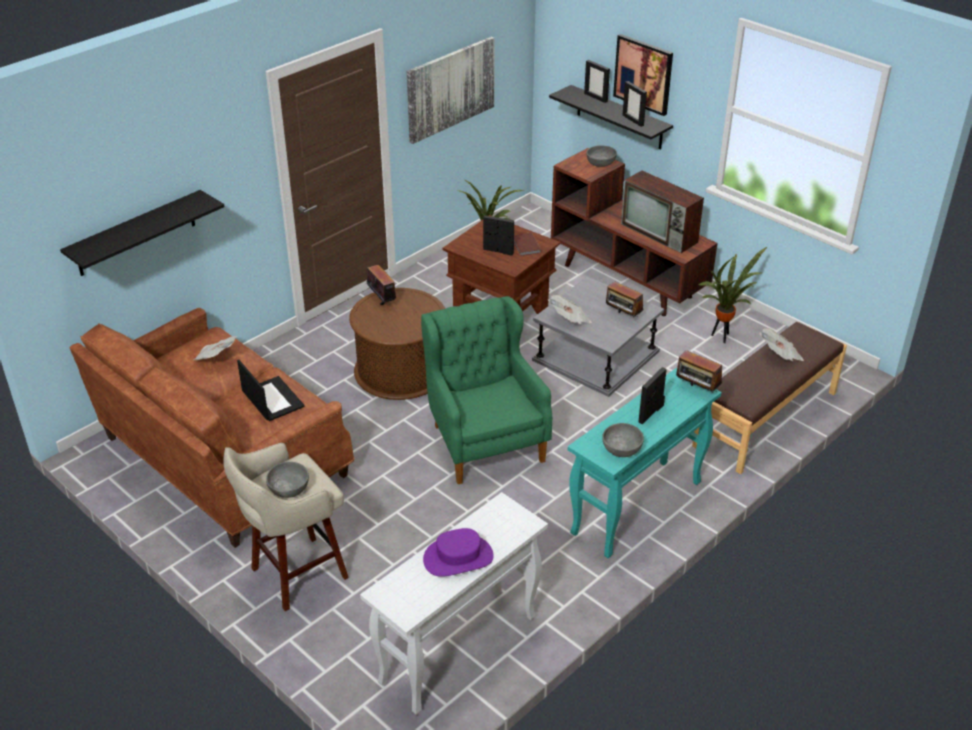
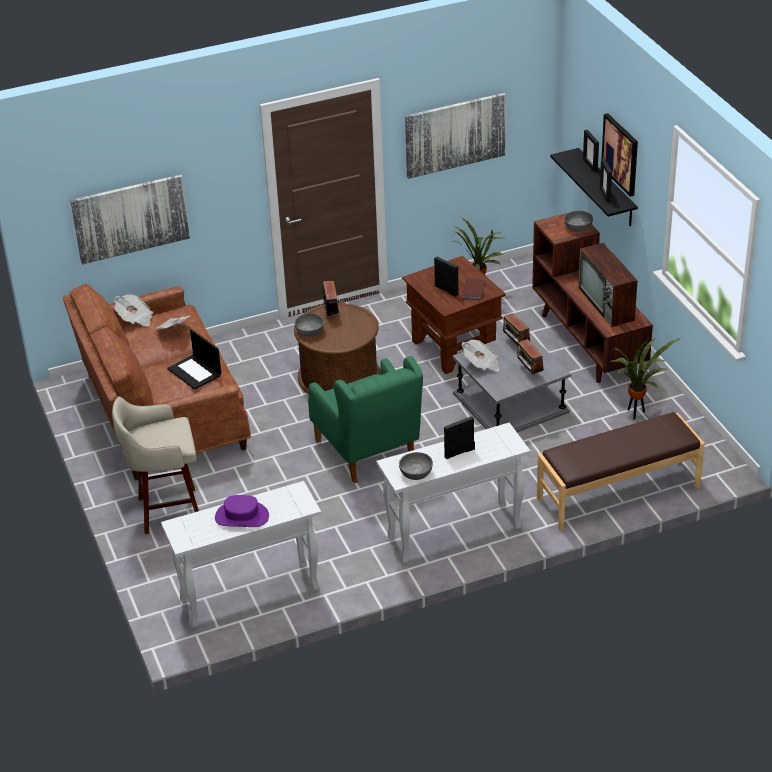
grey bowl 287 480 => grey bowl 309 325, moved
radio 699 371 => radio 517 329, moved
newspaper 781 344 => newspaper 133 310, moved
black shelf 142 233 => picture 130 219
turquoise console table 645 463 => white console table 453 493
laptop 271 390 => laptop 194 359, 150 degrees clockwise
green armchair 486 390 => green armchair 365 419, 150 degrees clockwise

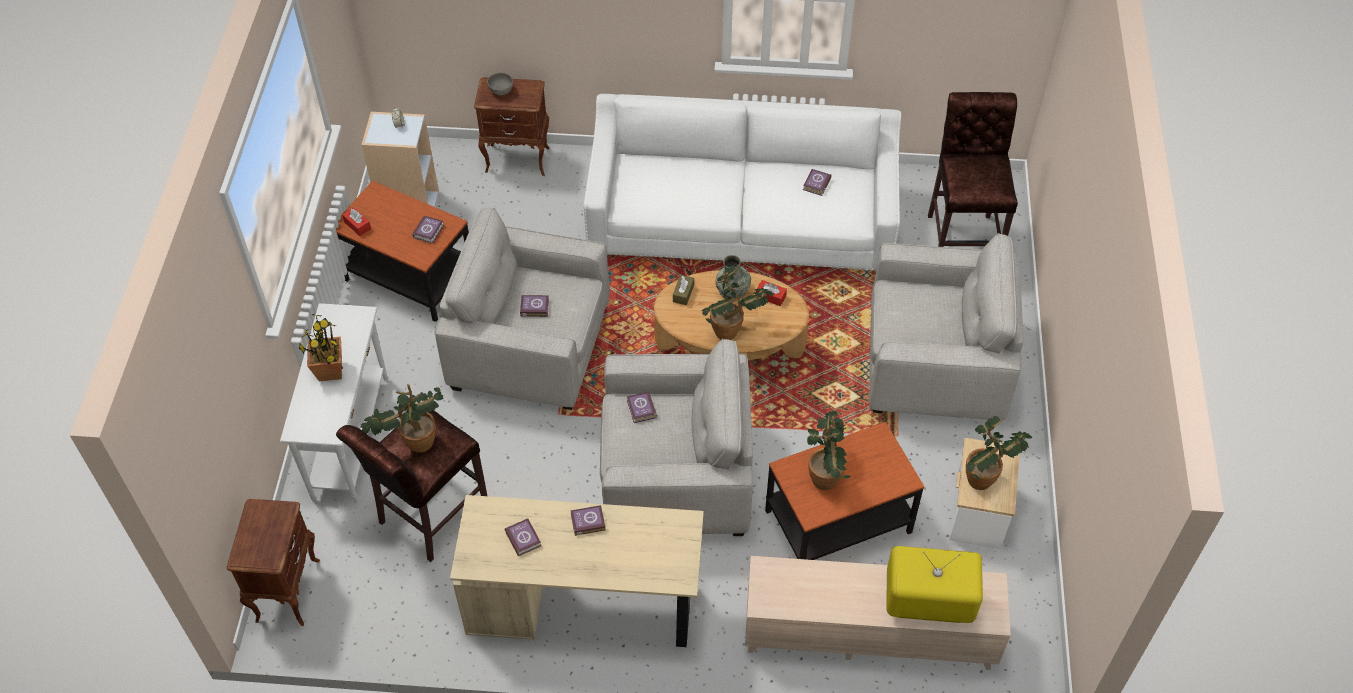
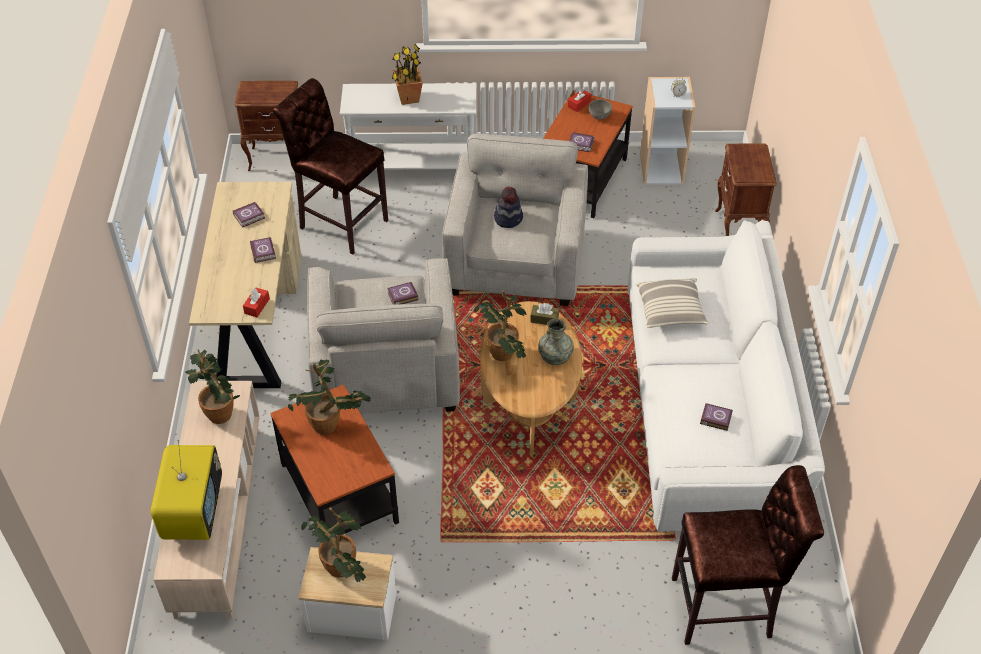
grey armchair 946 326 => nothing
nothing => pillow 672 303
potted plant 402 418 => potted plant 212 386, moved
grey bowl 500 83 => grey bowl 600 109, moved
red tissue box 771 293 => red tissue box 256 302, moved
book 534 306 => hat 508 207

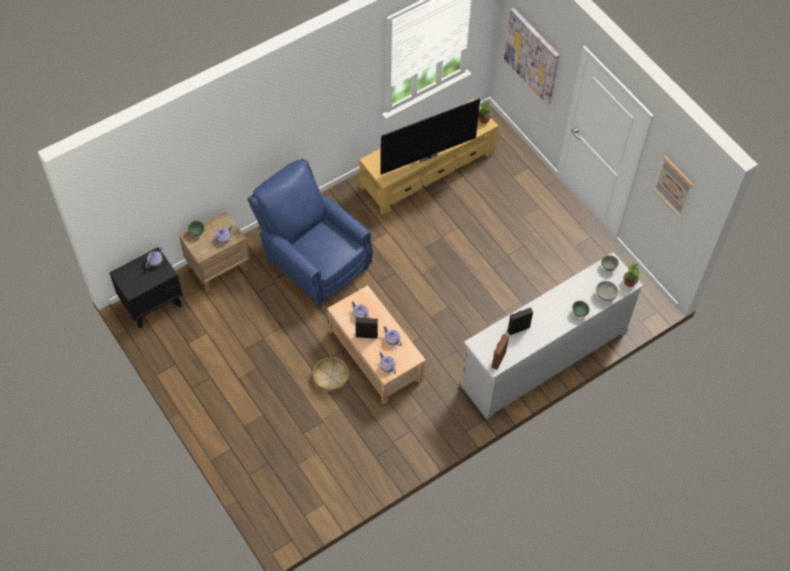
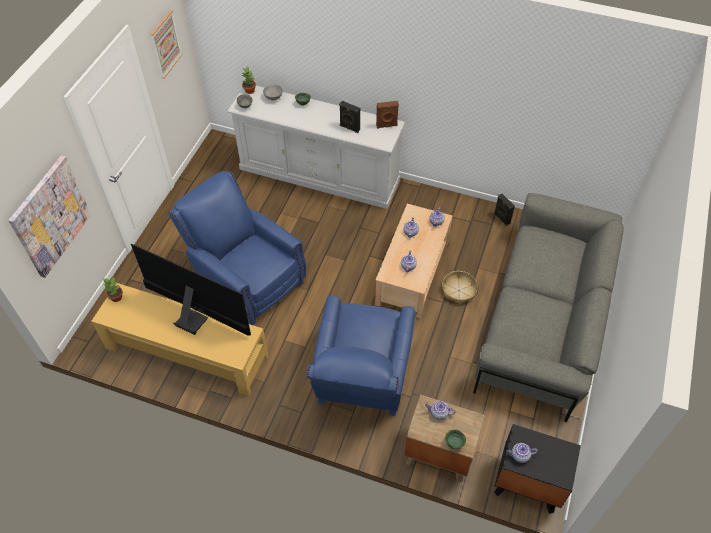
nothing => blue armchair 237 248
nothing => grey sofa 548 307
black speaker 366 328 => black speaker 504 210, moved

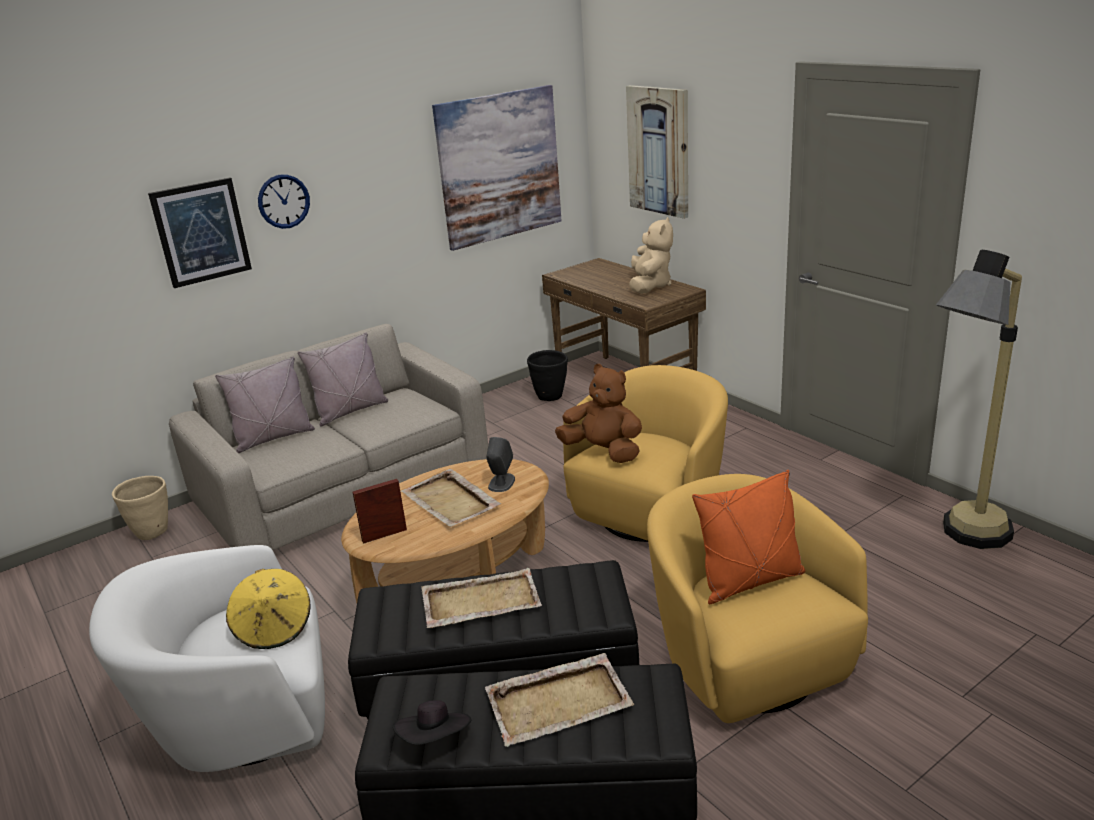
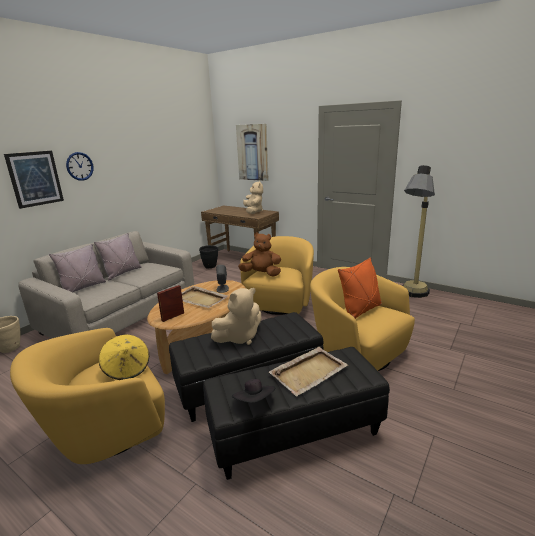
picture 497 168 => nothing
beige tray 481 598 => beige plush toy 236 316
white armchair 207 658 => yellow armchair 87 396

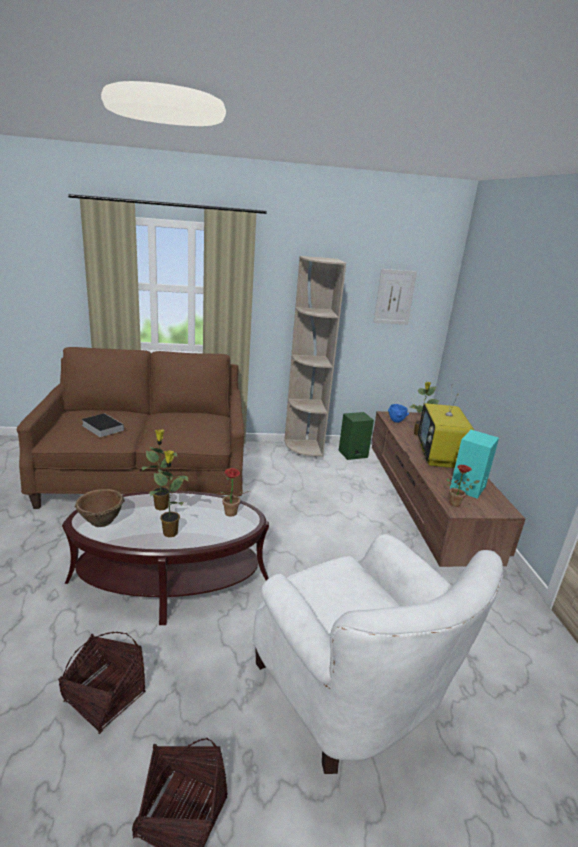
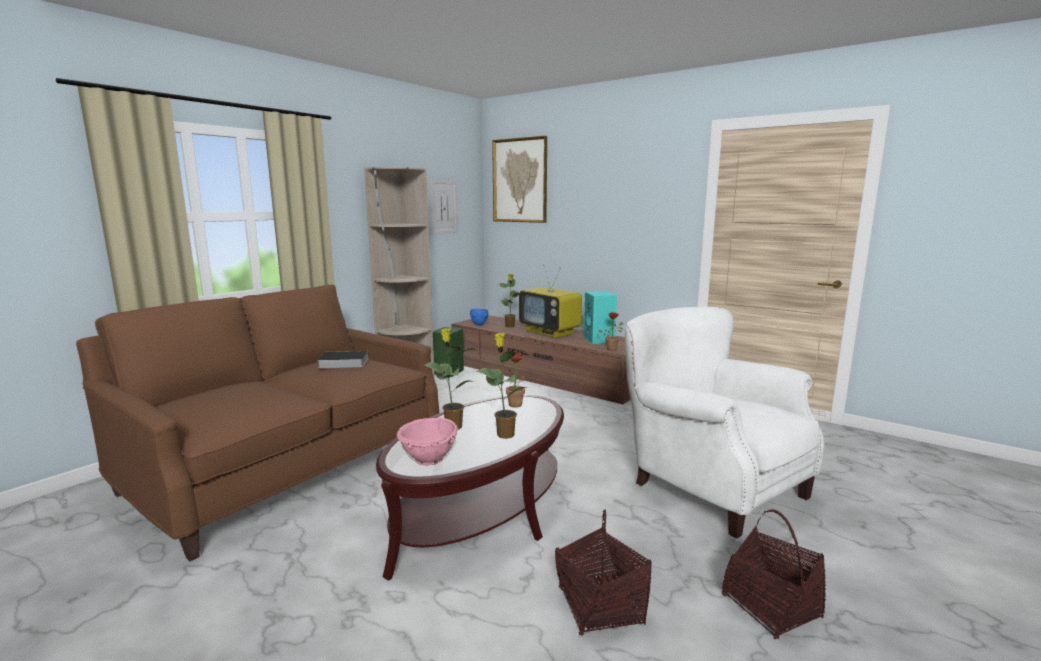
nothing => picture 519 179
book 102 425 => book 342 359, moved
brown bowl 100 508 => pink bowl 427 441
white armchair 377 654 => white armchair 724 423, 135 degrees counterclockwise

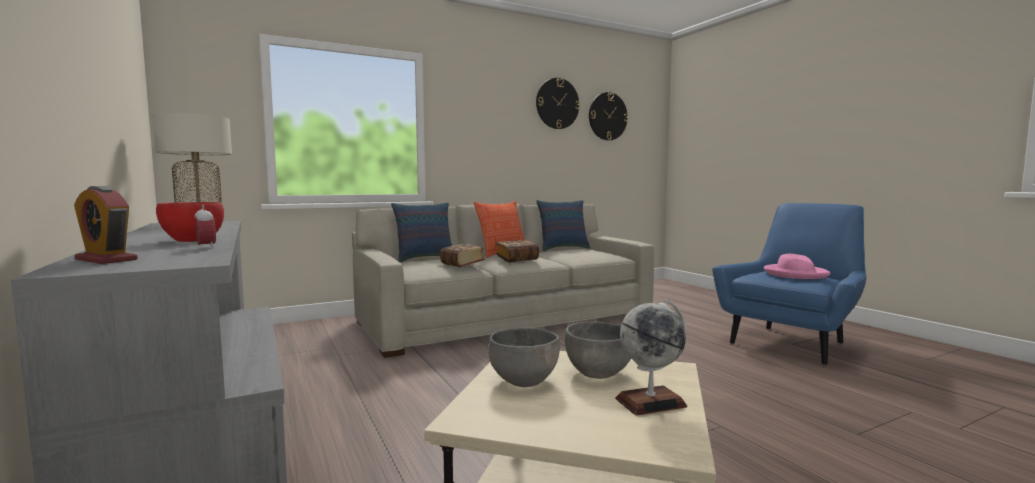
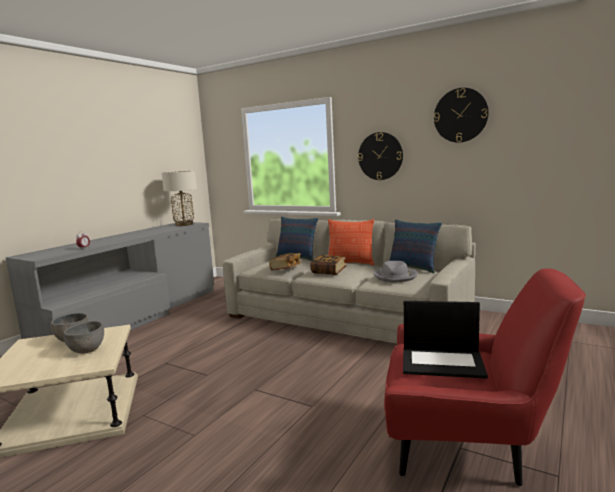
alarm clock 106 225 => nothing
red bowl 190 222 => nothing
globe 651 357 => nothing
nothing => grey hat 395 272
wall clock 608 116 => wall clock 380 156, moved
pink hat 797 266 => laptop 445 340
blue armchair 789 284 => red armchair 485 377

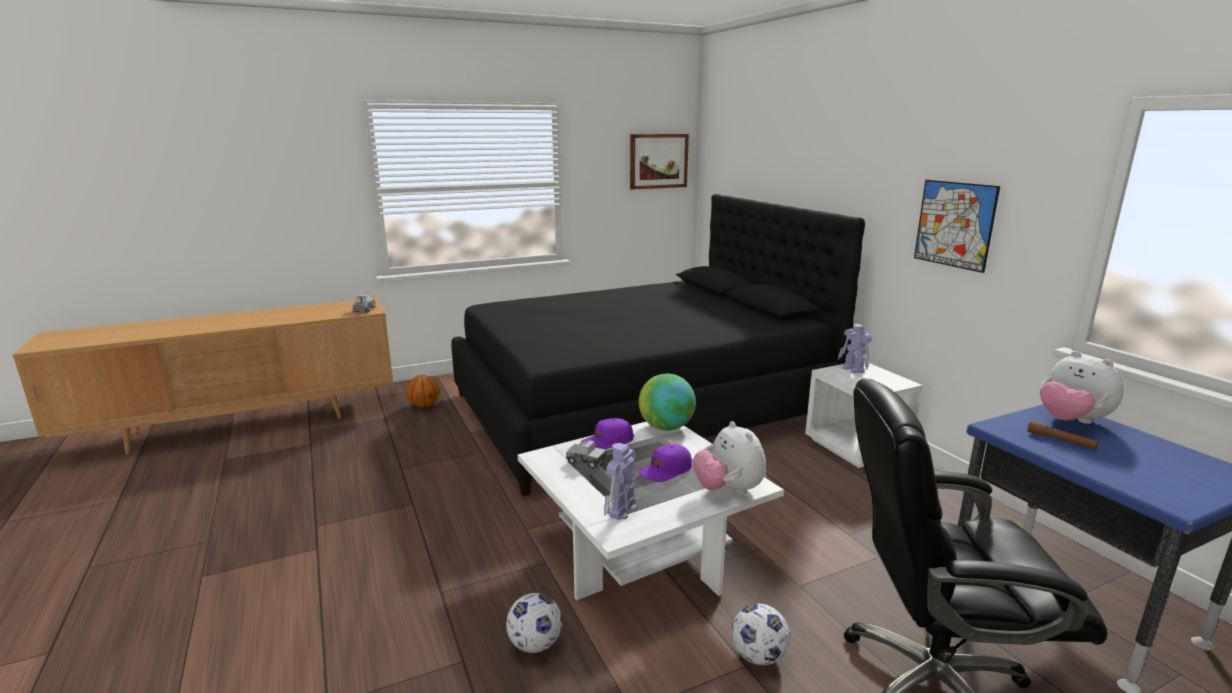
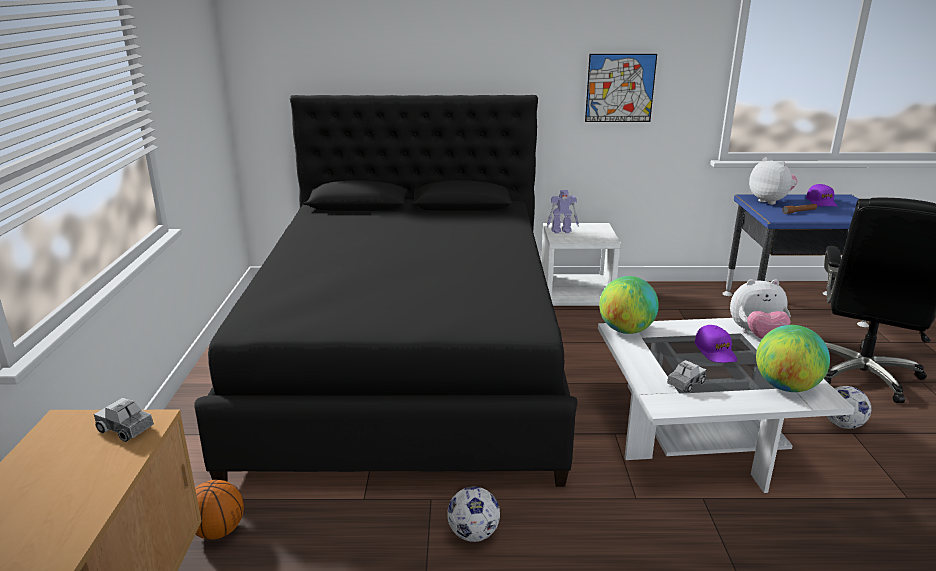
picture 659 162 => nothing
football 534 623 => football 473 514, moved
purple cap 607 434 => purple cap 821 195, moved
toy robot 620 481 => globe 793 358
plush toy 1082 387 => plush toy 773 181, 120 degrees counterclockwise

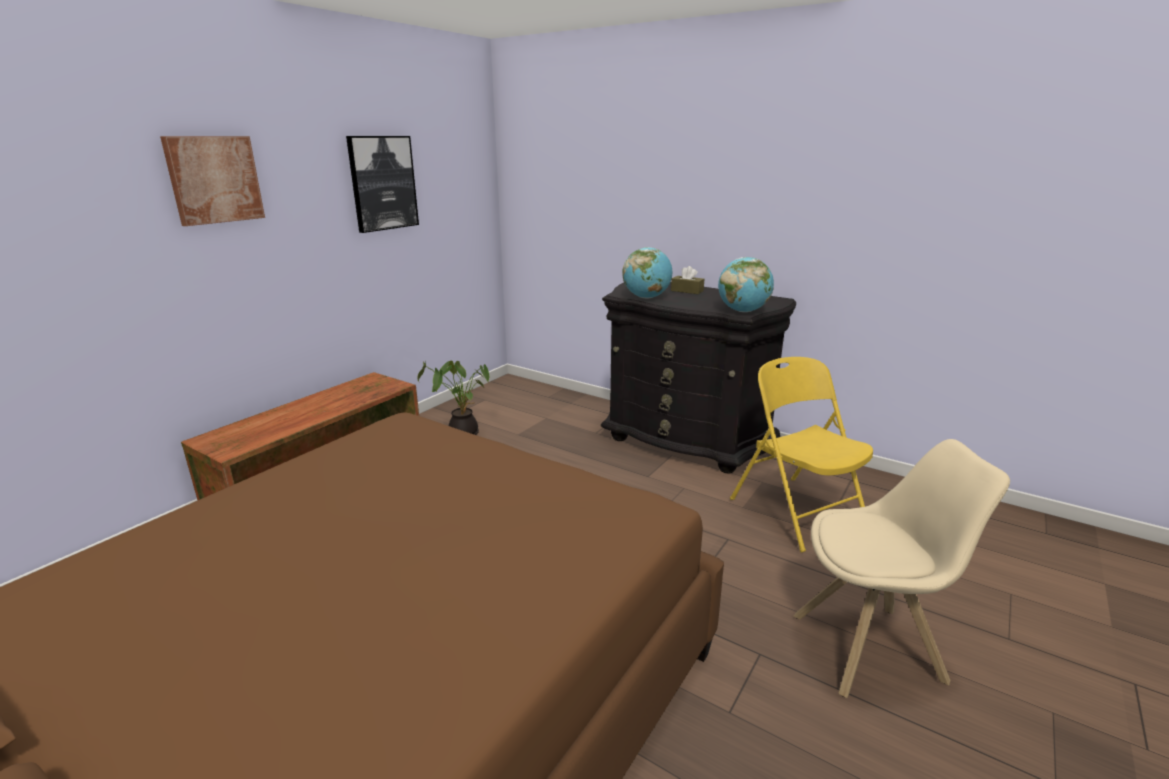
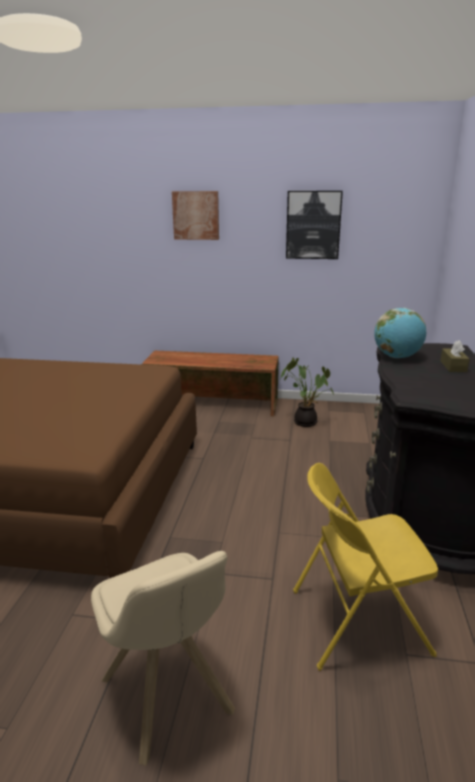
globe 746 284 => nothing
yellow chair 801 455 => yellow chair 365 567, 135 degrees counterclockwise

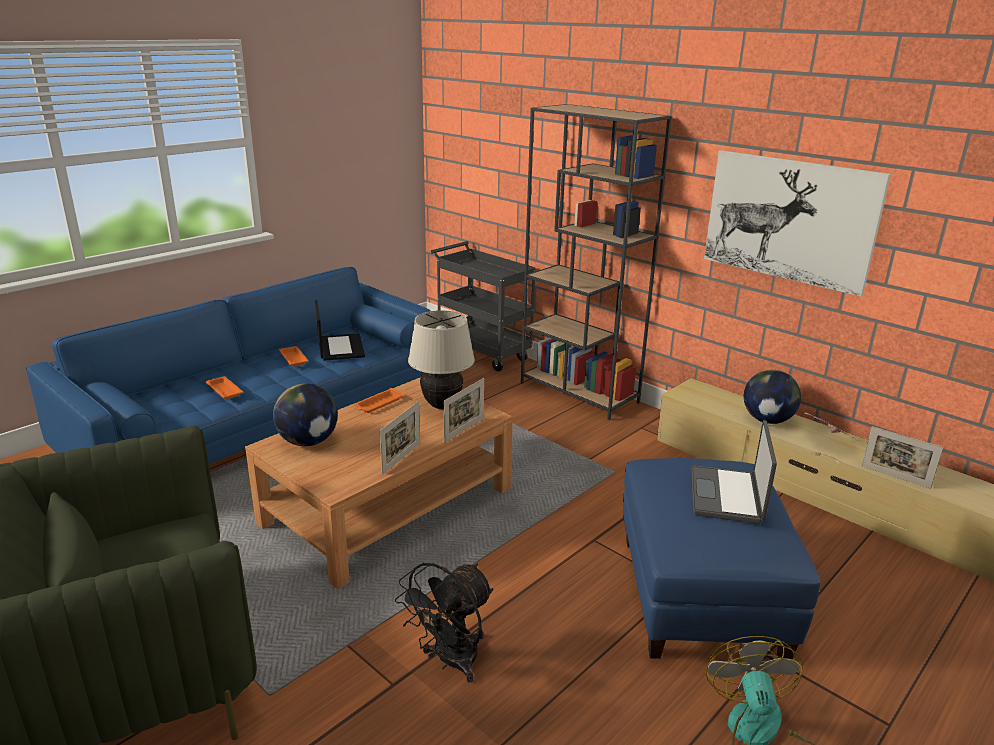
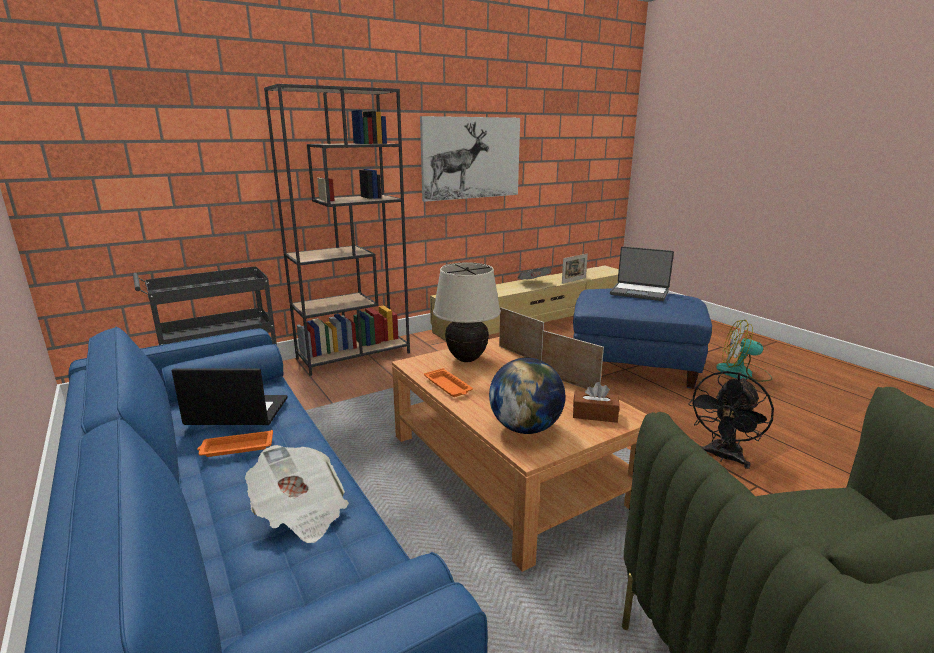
globe 772 397 => nothing
nothing => brown tissue box 596 402
orange tray 224 387 => newspaper 297 494
black fan 444 622 => black fan 731 420, 75 degrees clockwise

